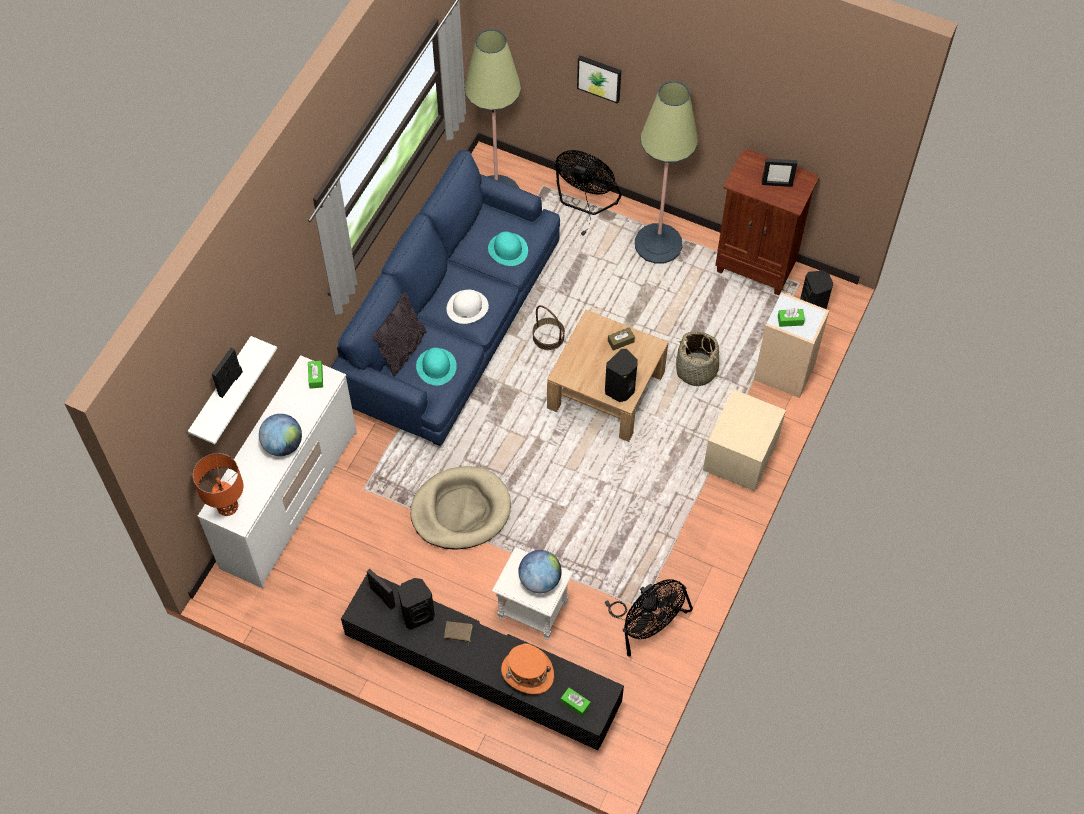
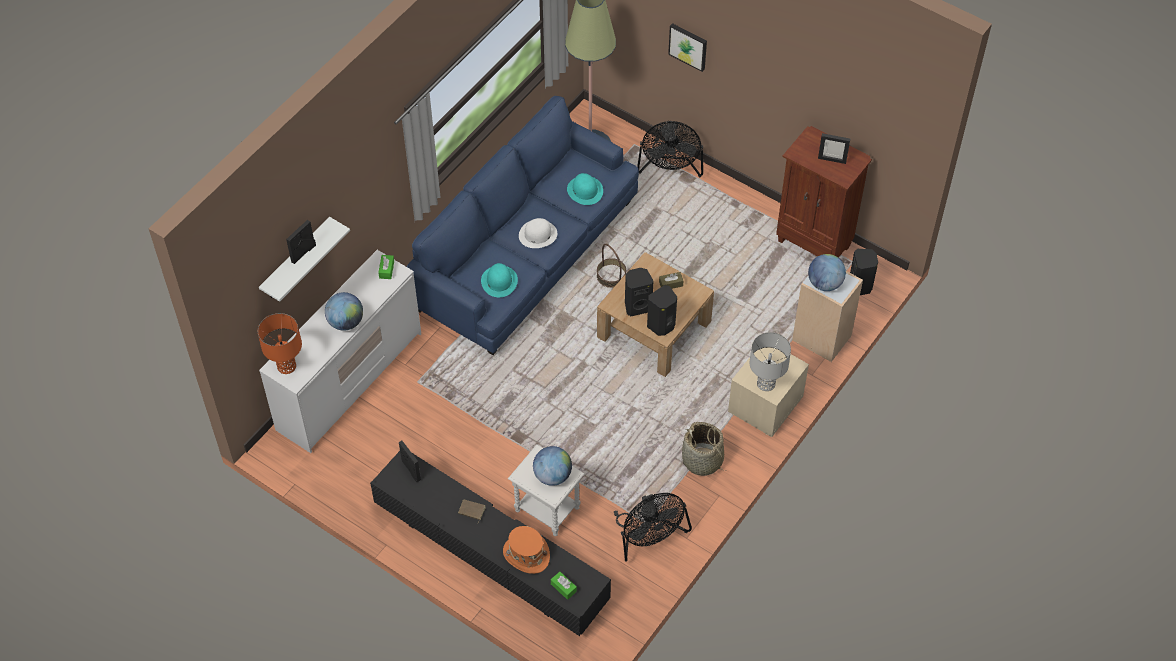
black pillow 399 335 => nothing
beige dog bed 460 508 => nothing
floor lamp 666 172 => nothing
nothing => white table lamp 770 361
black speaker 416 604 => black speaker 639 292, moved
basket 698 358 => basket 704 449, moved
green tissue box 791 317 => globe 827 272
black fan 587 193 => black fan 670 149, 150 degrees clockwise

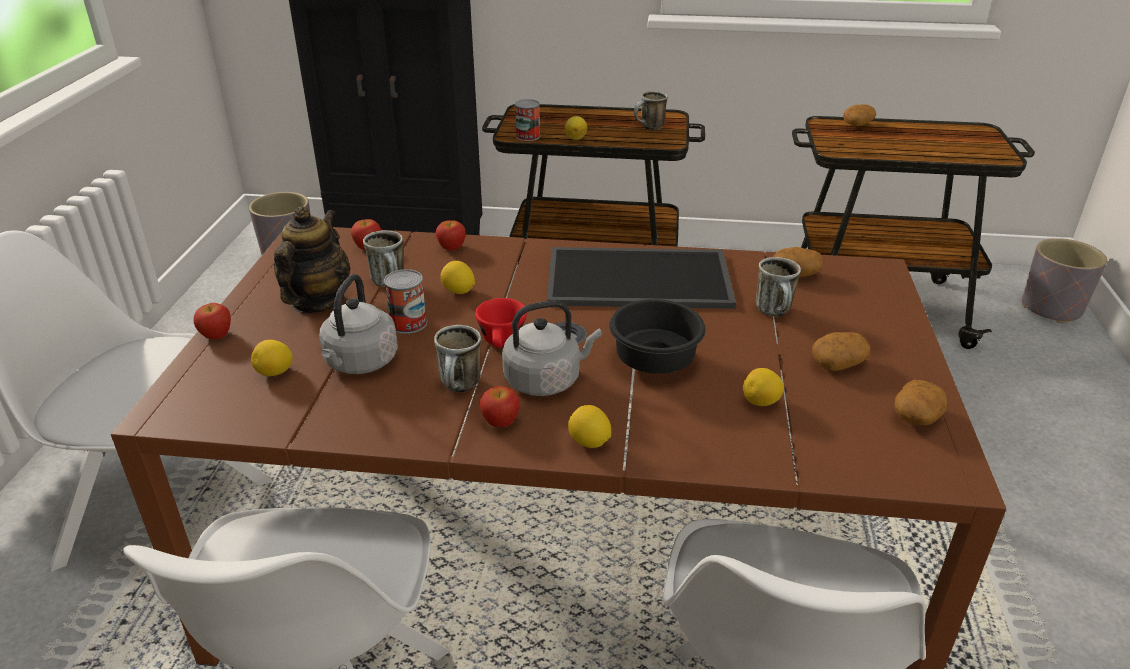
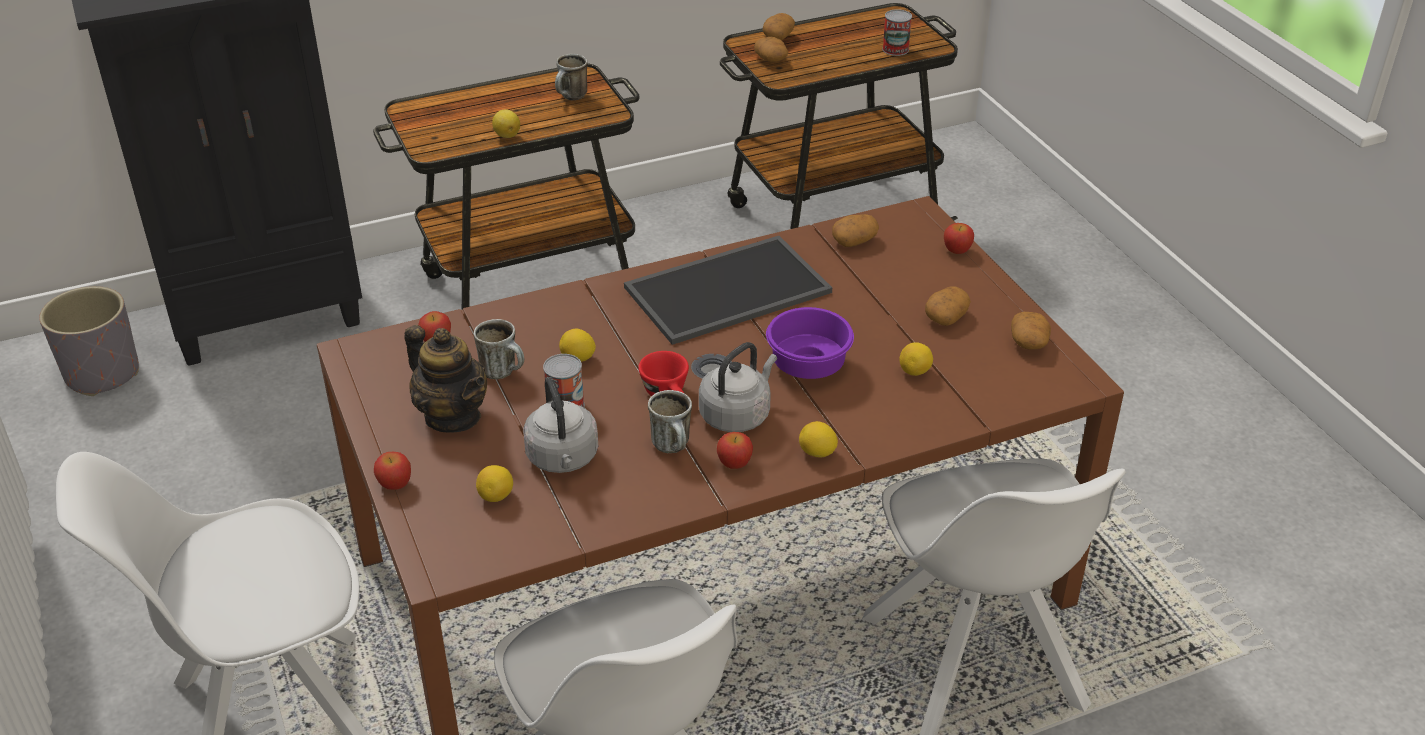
mug 778 287 => nothing
grey planter 1064 280 => nothing
nothing => potato 771 49
apple 451 235 => apple 959 238, moved
can 527 120 => can 897 32, moved
black bowl 657 336 => purple bowl 810 343
teapot 312 259 => teapot 445 379, 150 degrees clockwise

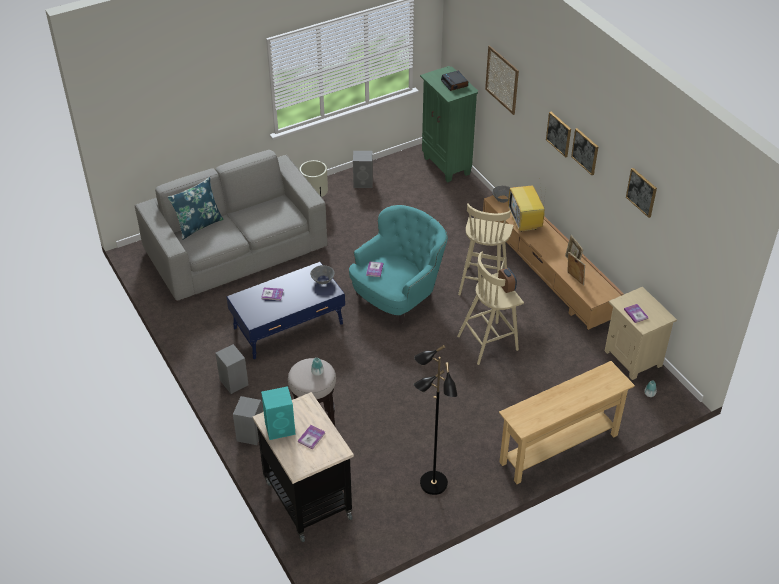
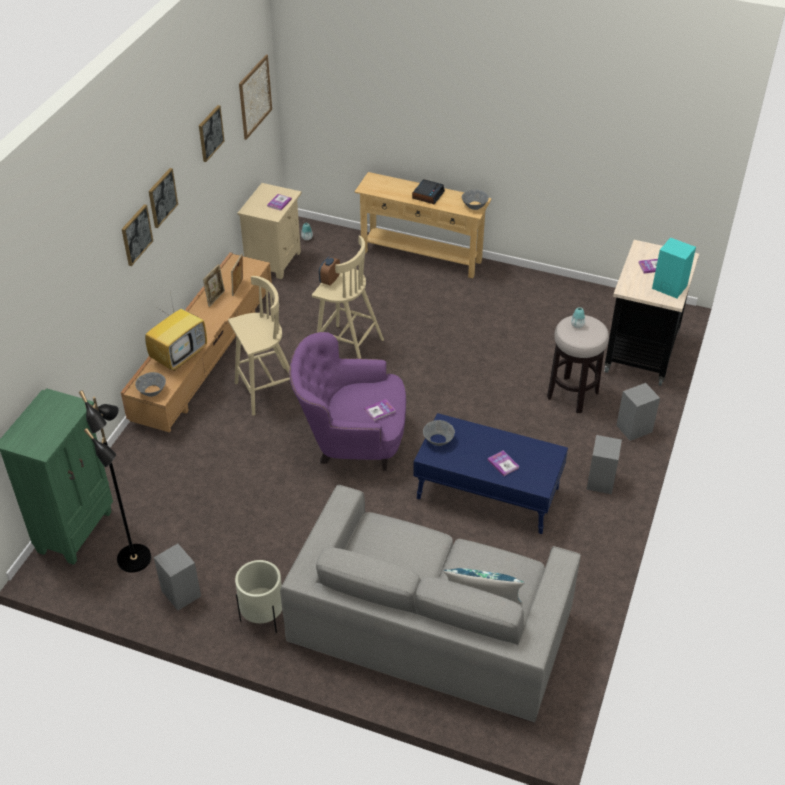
nothing => grey bowl 475 200
black floor lamp 435 420 => black floor lamp 115 481, moved
alarm clock 454 81 => alarm clock 428 191, moved
picture 502 80 => picture 255 97, moved
turquoise armchair 398 264 => purple armchair 348 401

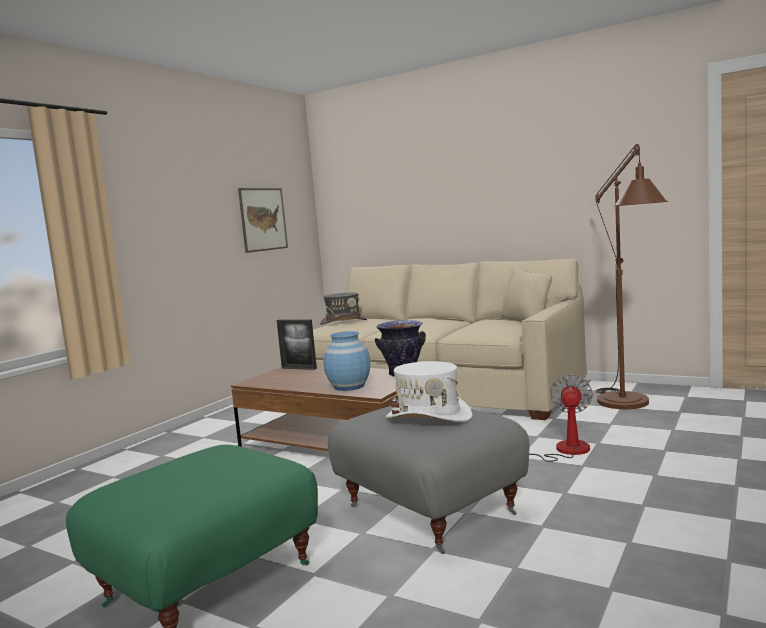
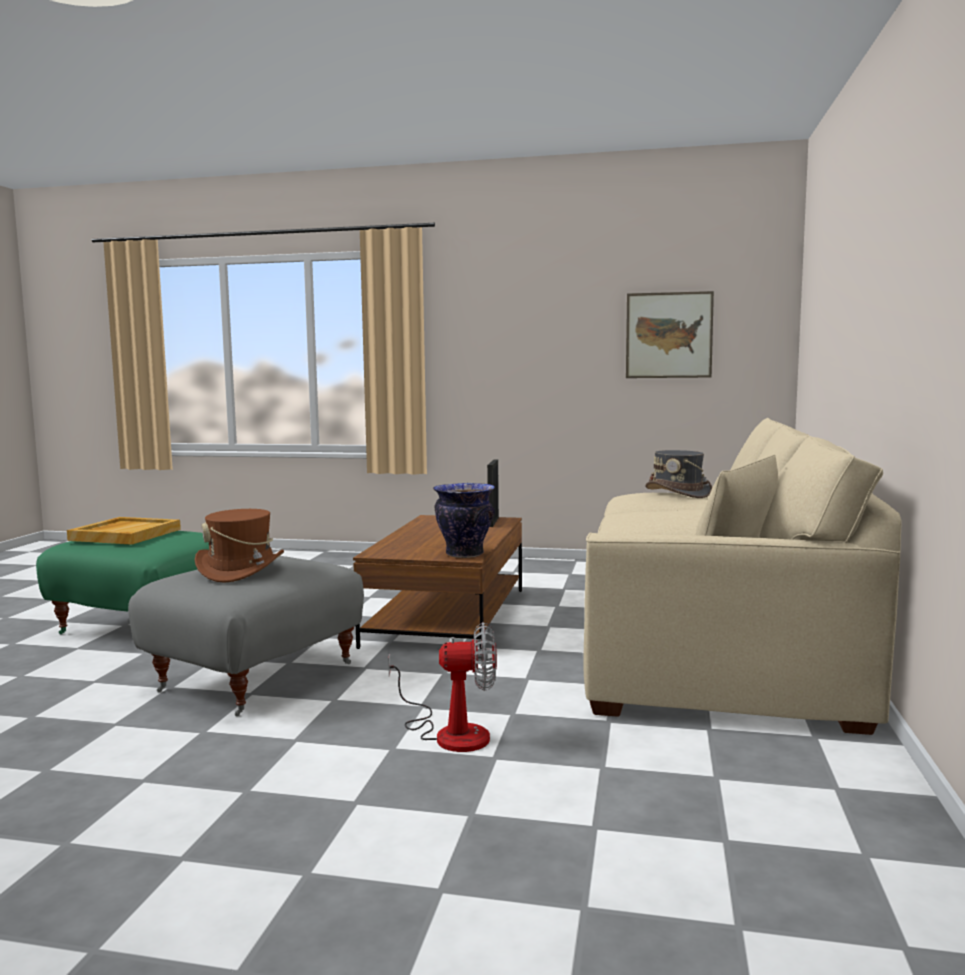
blue vase 346 361 => nothing
brown floor lamp 631 276 => nothing
nothing => beige tray 124 531
white hat 429 391 => brown hat 239 546

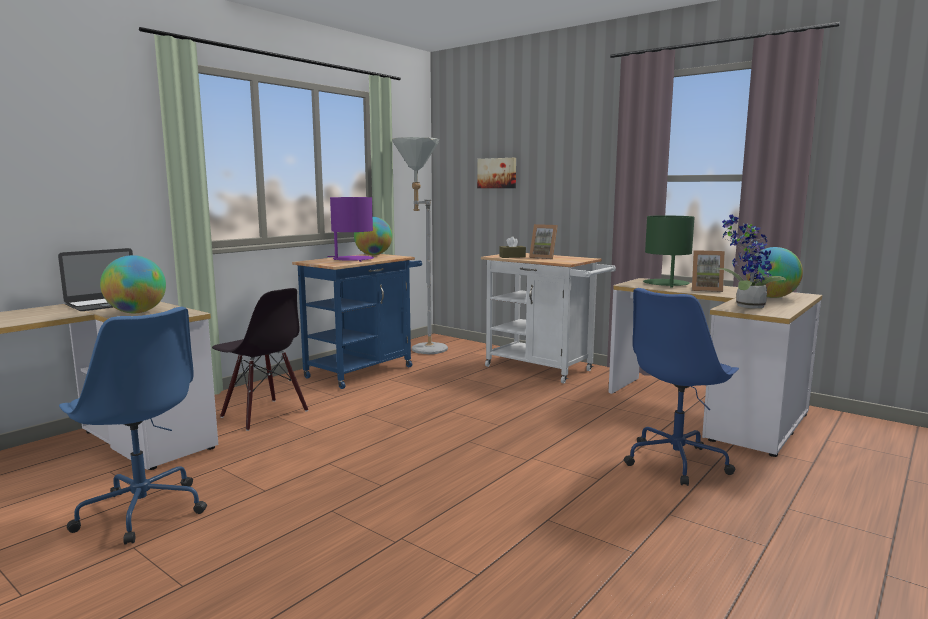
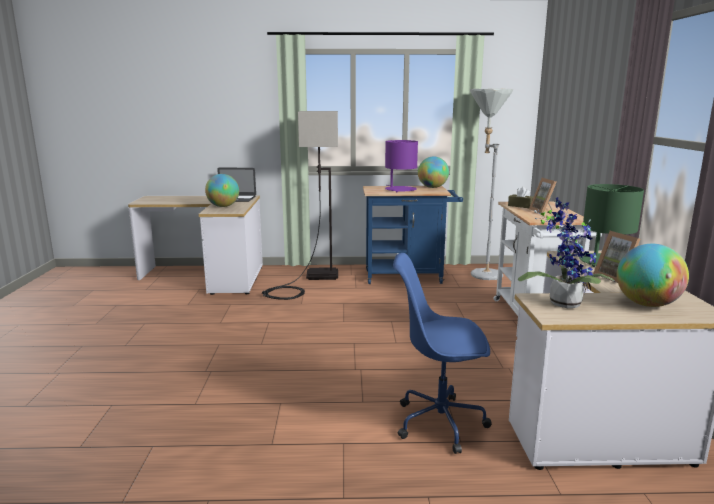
blue office chair 133 426 => nothing
picture 496 173 => nothing
black chair 260 359 => floor lamp 300 205

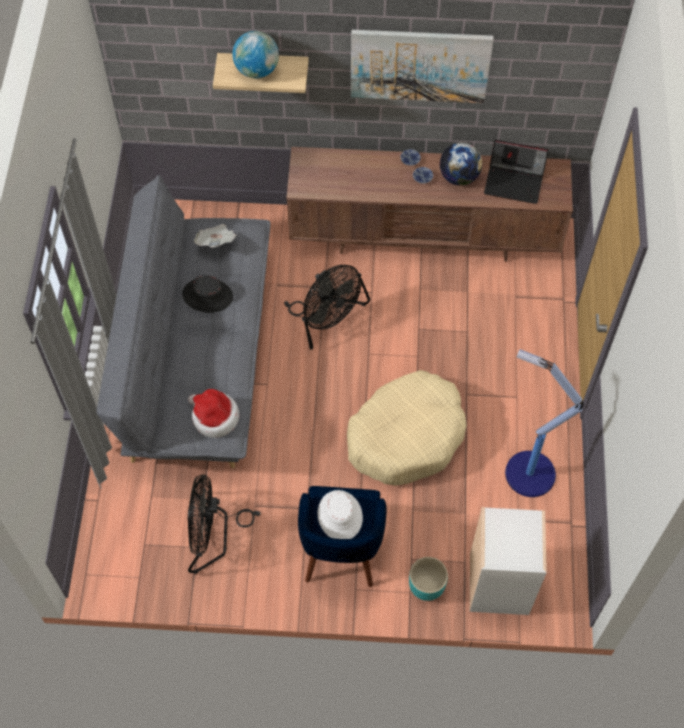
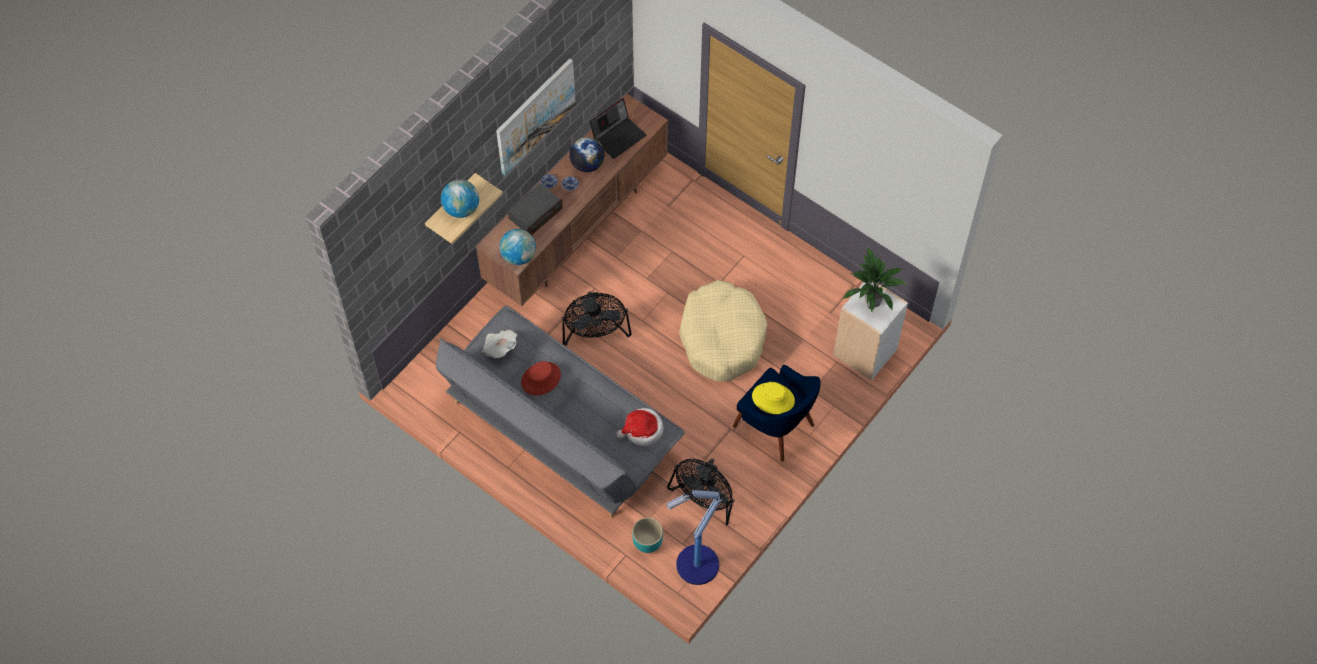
nothing => globe 518 247
nothing => radio 535 209
nothing => potted plant 875 279
turquoise planter 428 579 => turquoise planter 647 535, moved
floor lamp 544 423 => floor lamp 694 537, moved
black hat 207 294 => red hat 541 378
white hat 340 514 => yellow hat 773 398
black fan 327 307 => black fan 597 319, 90 degrees clockwise

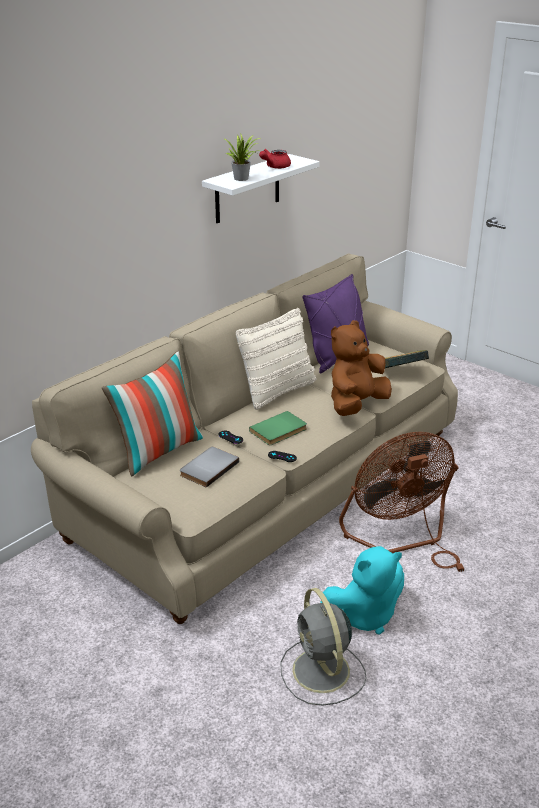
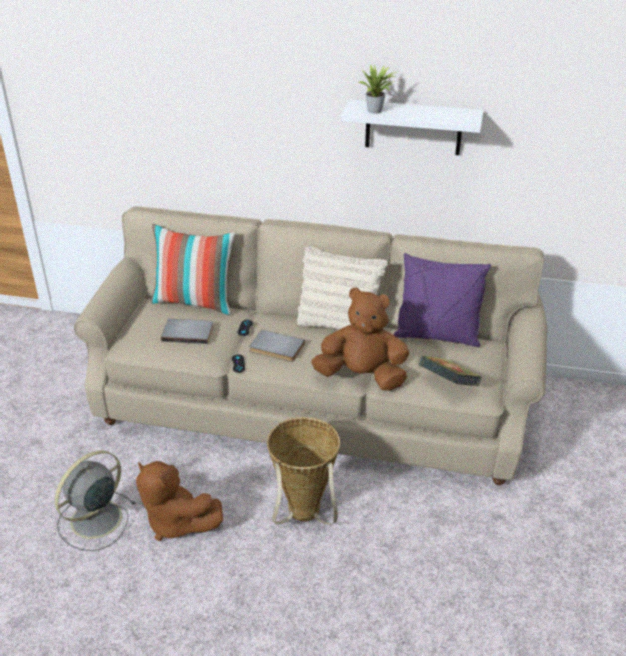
red teapot 275 159 => nothing
brown fan 401 502 => basket 303 471
green book 278 428 => grey book 277 345
turquoise plush toy 362 590 => brown plush toy 179 501

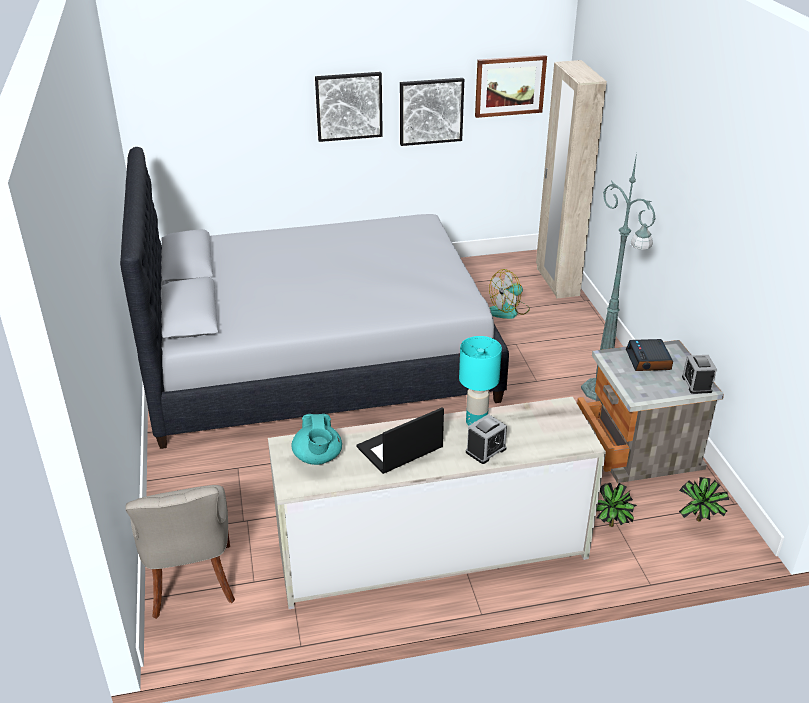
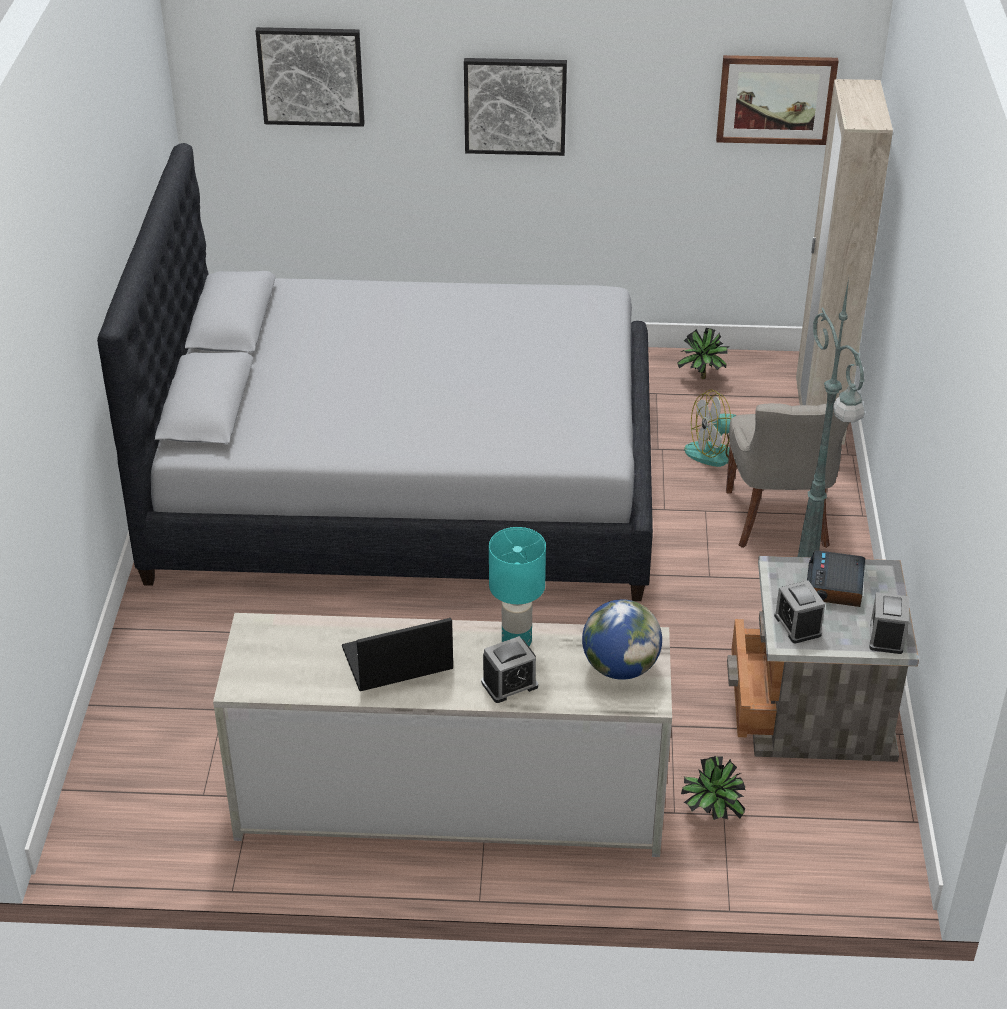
turquoise teapot 316 439 => nothing
nothing => globe 622 639
nothing => alarm clock 799 611
grey chair 180 552 => grey chair 787 475, moved
picture 432 112 => picture 310 77, moved
potted plant 704 499 => potted plant 703 353, moved

